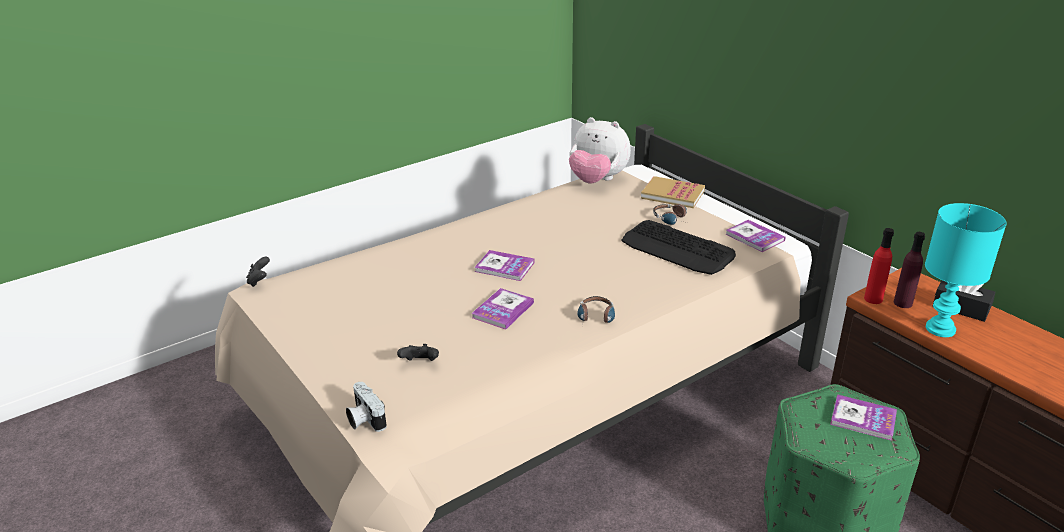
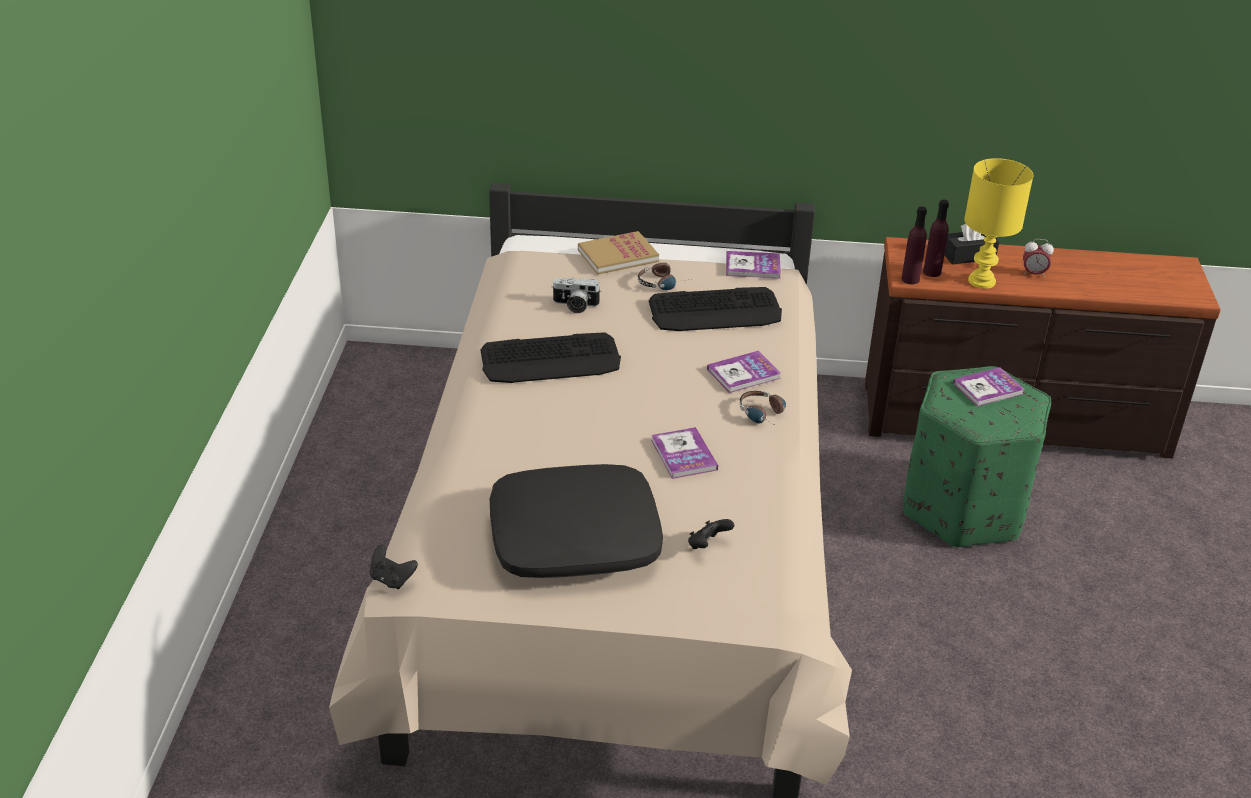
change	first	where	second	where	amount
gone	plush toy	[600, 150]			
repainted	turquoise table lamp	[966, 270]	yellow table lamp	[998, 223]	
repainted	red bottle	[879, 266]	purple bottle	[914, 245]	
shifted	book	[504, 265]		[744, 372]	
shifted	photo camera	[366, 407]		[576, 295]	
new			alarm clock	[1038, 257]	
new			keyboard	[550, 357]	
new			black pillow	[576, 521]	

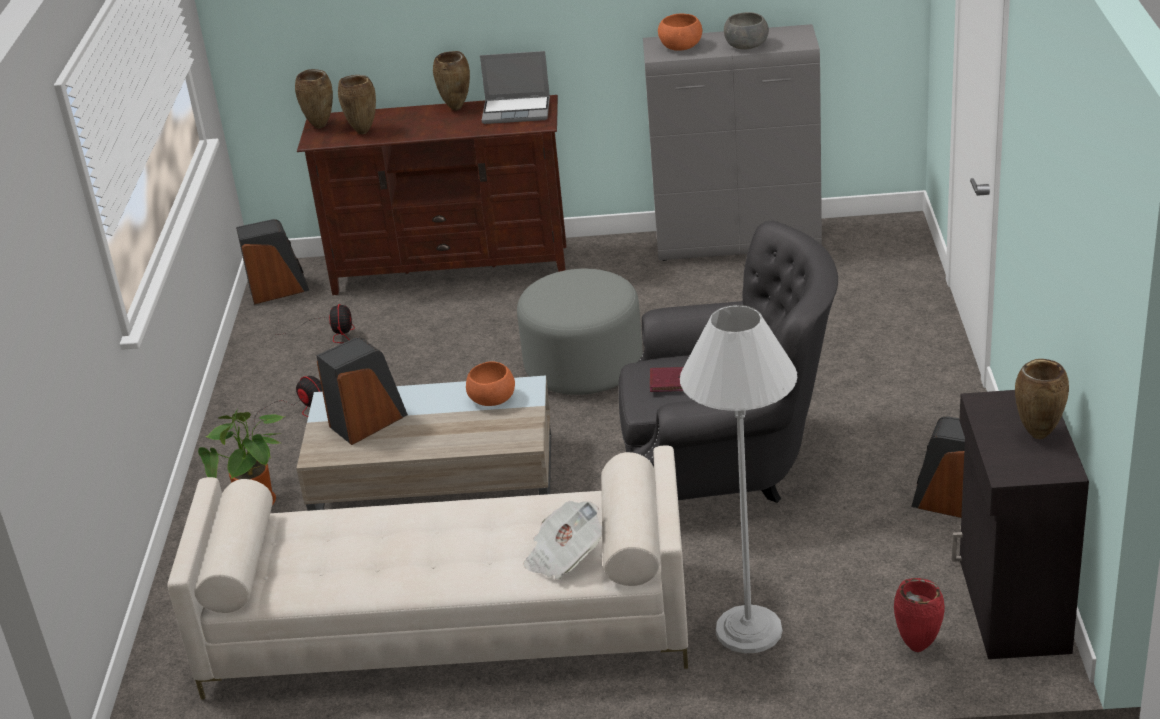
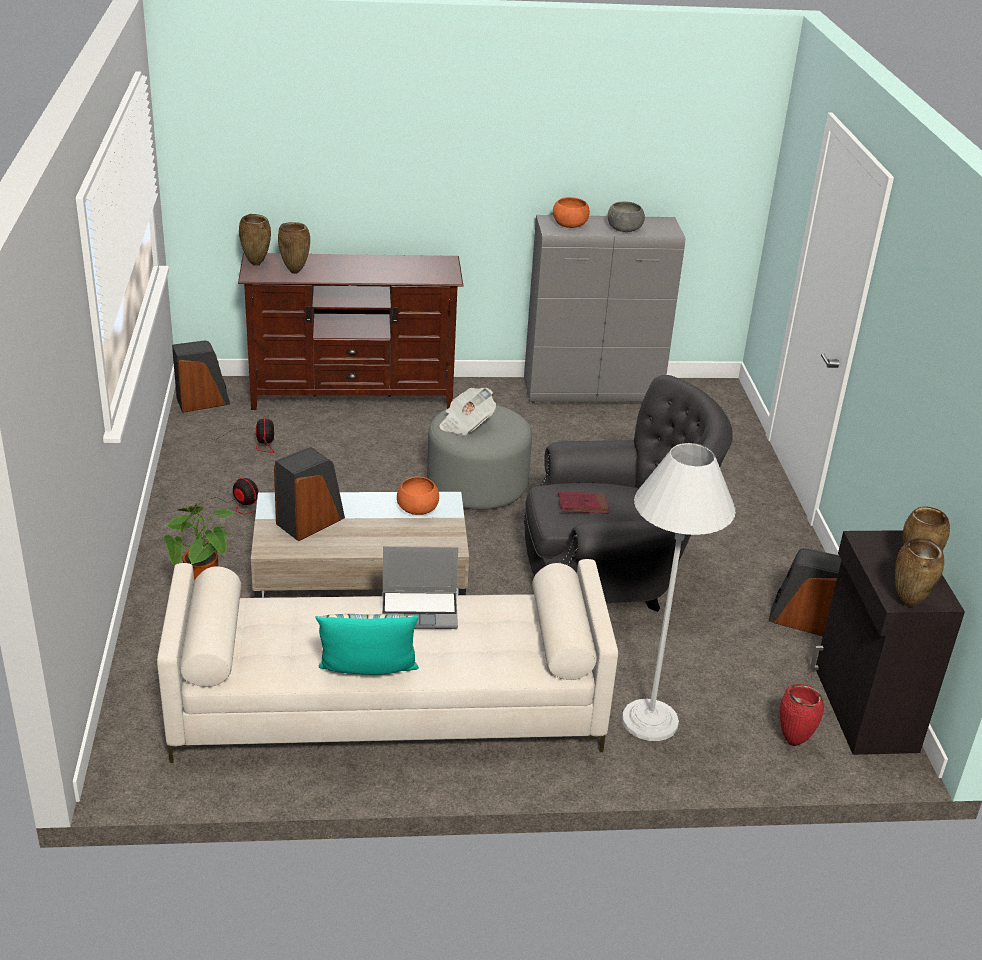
change	first	where	second	where	amount
shifted	brown vase	[451, 80]		[919, 572]	
shifted	laptop	[515, 87]		[420, 587]	
shifted	newspaper	[563, 540]		[467, 411]	
new			pillow	[367, 644]	

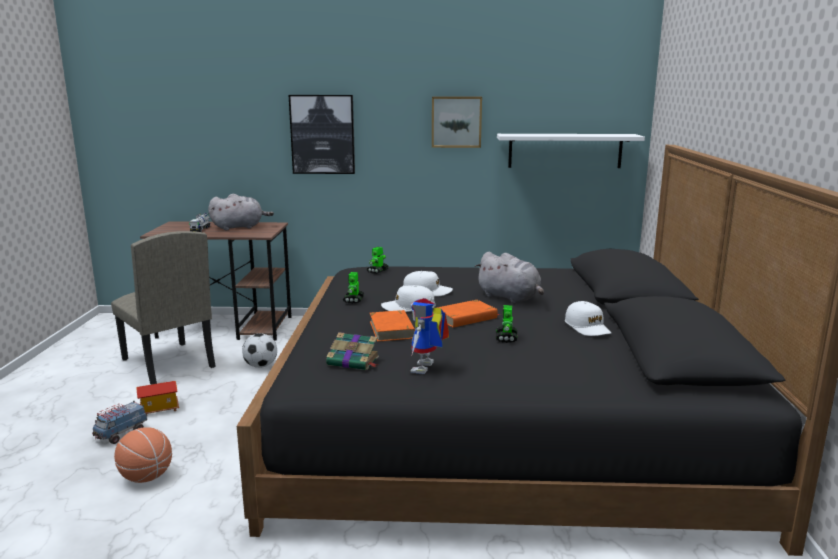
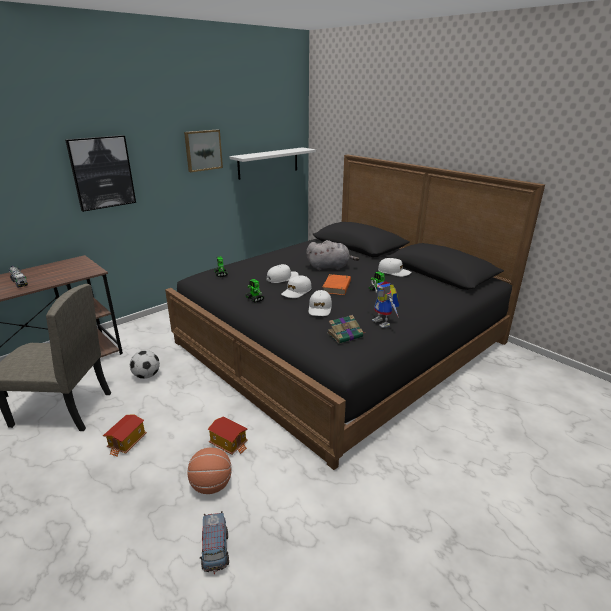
change	first	where	second	where	amount
gone	grey plush toy	[241, 212]			
swapped	orange book	[392, 326]	white cap	[320, 303]	
shifted	toy truck	[119, 422]		[214, 542]	
new			toy house	[228, 435]	

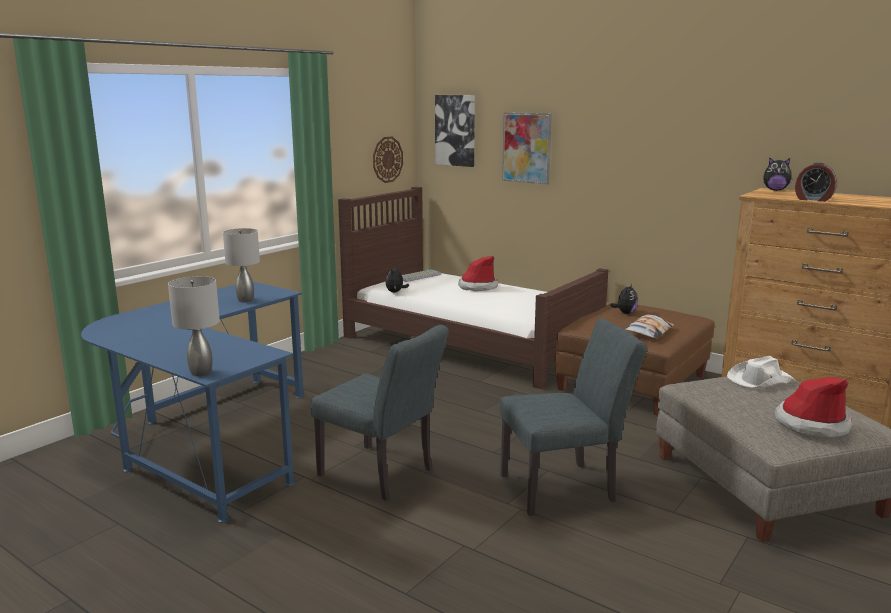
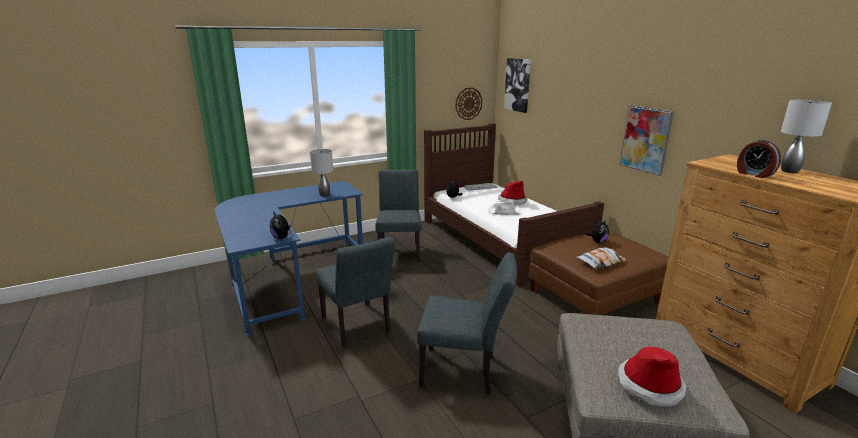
change	first	where	second	where	amount
shifted	picture	[527, 148]		[647, 140]	
shifted	plush toy	[778, 174]		[281, 225]	
shifted	grey table lamp	[194, 326]		[806, 136]	
shifted	white hat	[761, 372]		[505, 207]	
new			grey chair	[398, 216]	

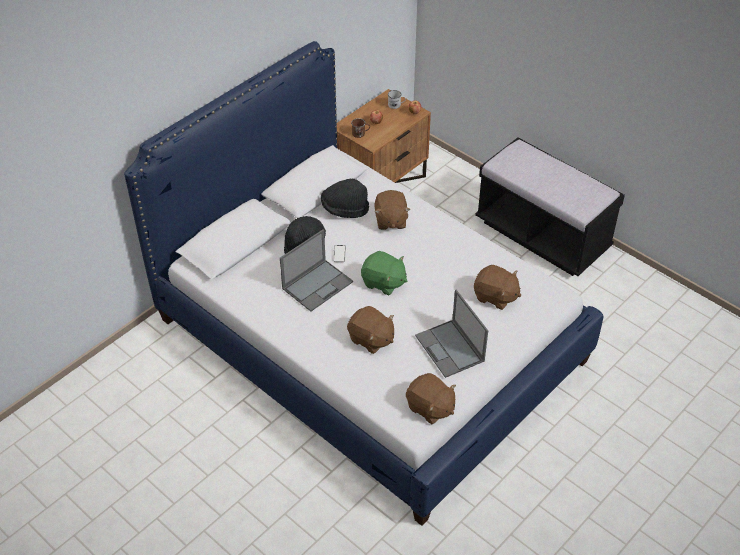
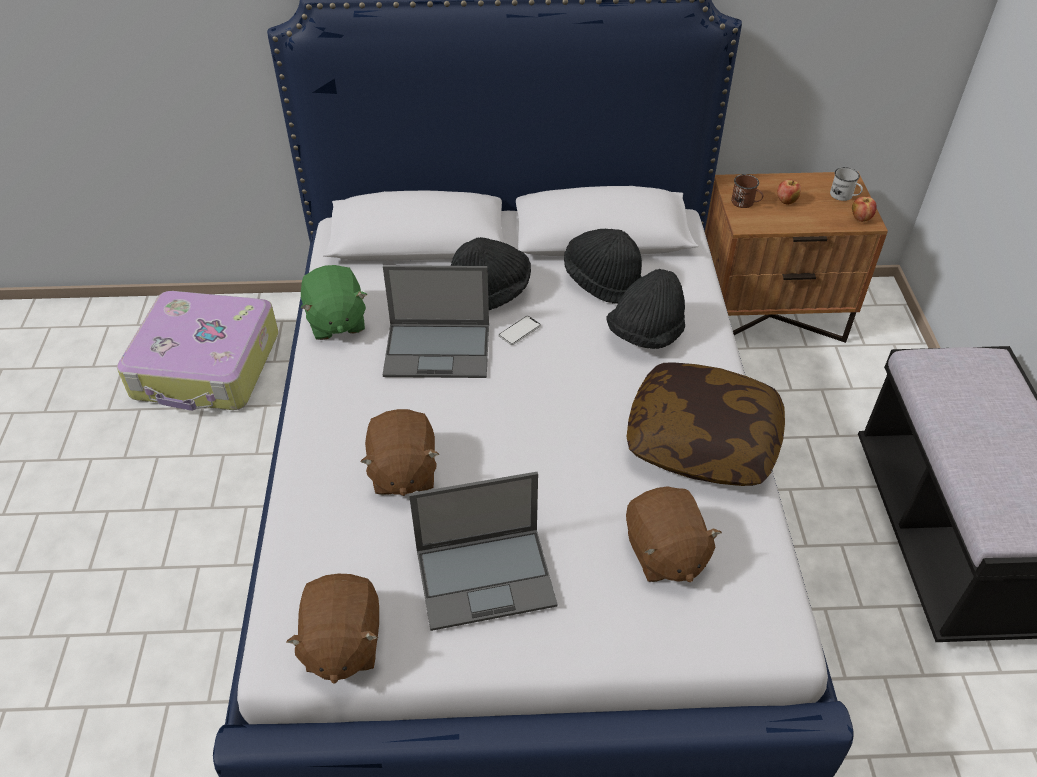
change	first	where	second	where	amount
swapped	brown plush toy	[392, 210]	black hat	[645, 309]	
shifted	green plush toy	[384, 273]		[334, 302]	
rotated	laptop	[451, 334]		[483, 551]	120 degrees counterclockwise
new			suitcase	[198, 351]	
new			pillow	[706, 424]	

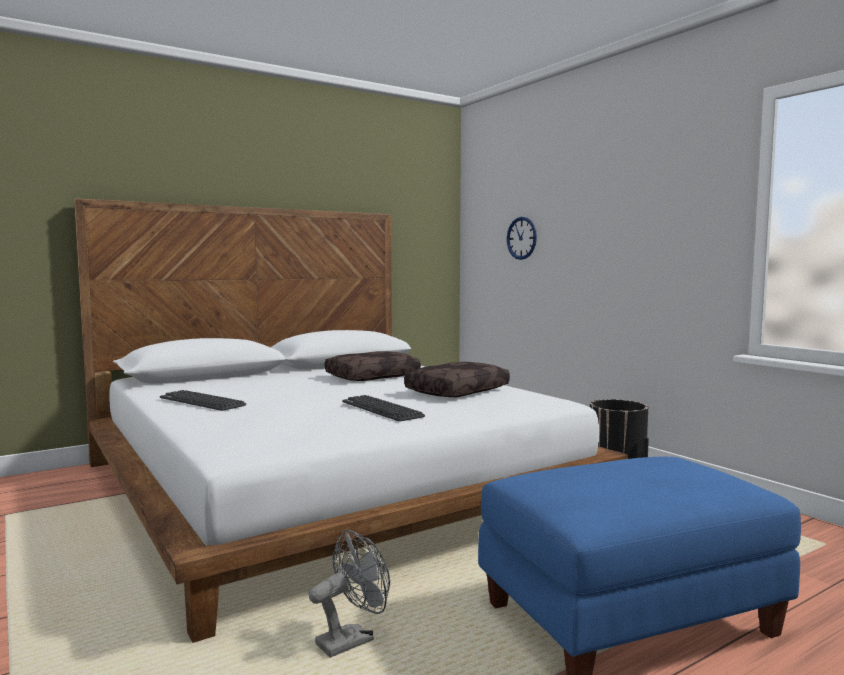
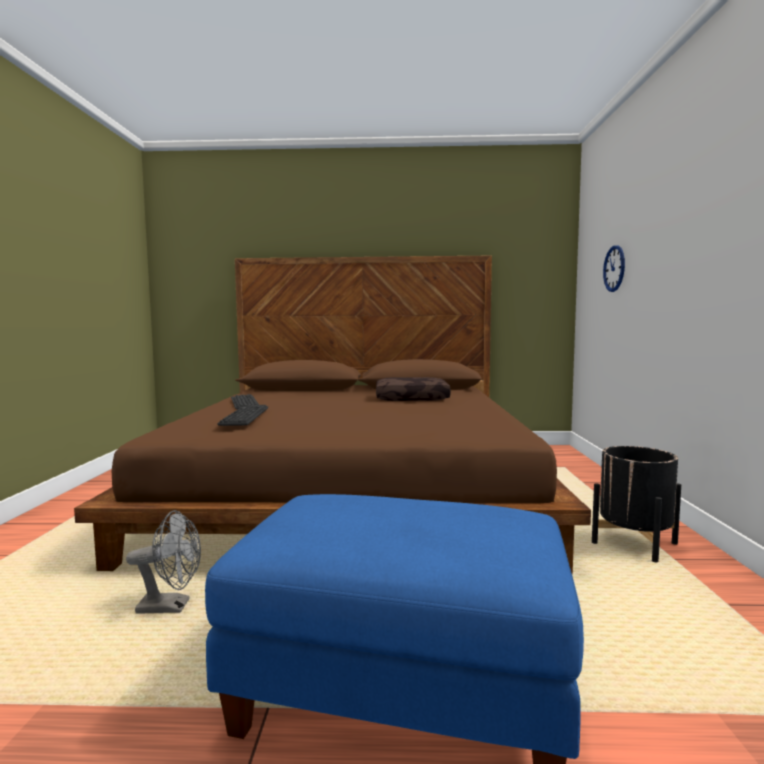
change	first	where	second	where	amount
repainted	white bed	[351, 420]	brown bed	[332, 415]	
gone	brown pillow	[457, 379]			
shifted	keyboard	[383, 408]		[242, 415]	

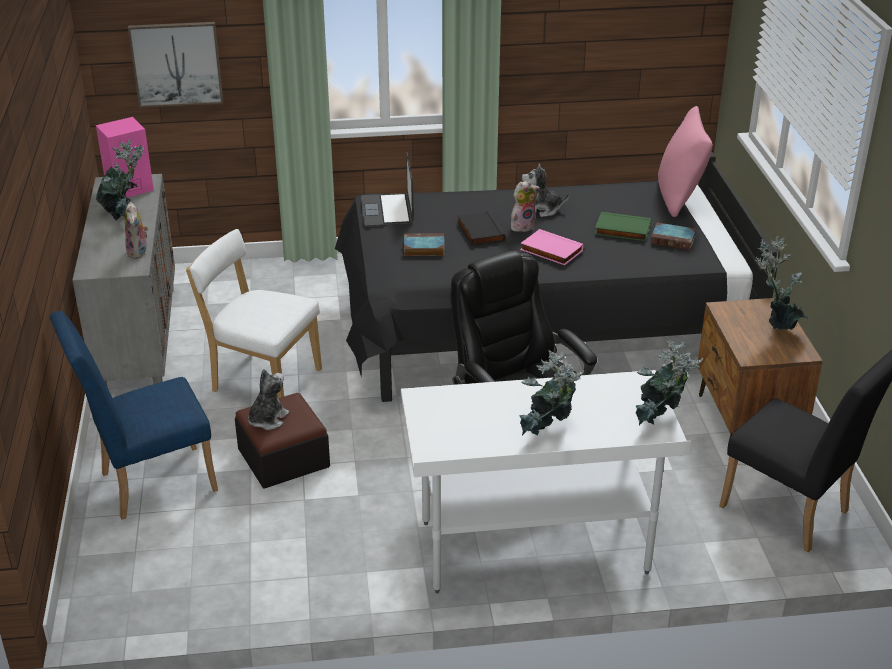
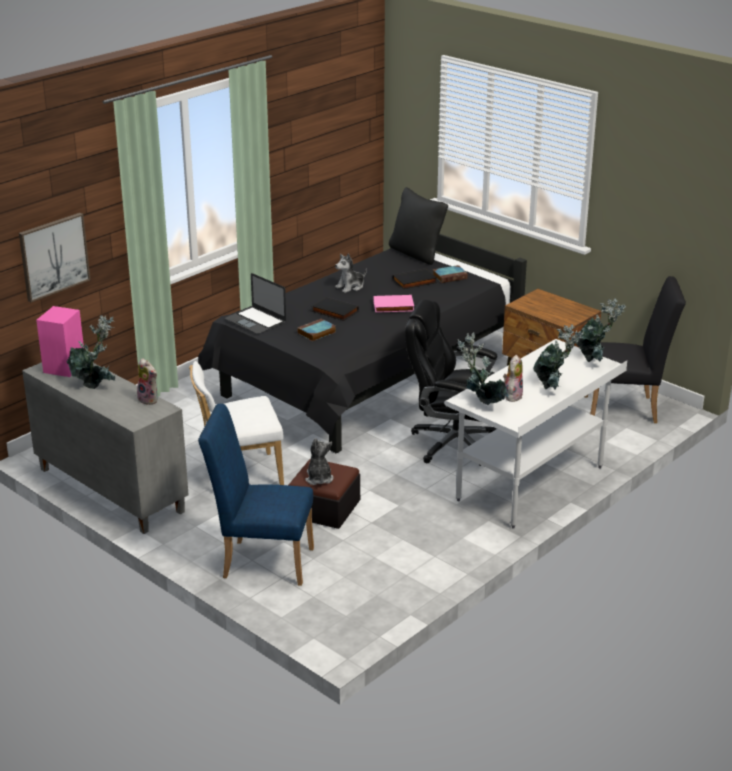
change	first	where	second	where	amount
repainted	pink pillow	[685, 161]	black pillow	[418, 226]	
shifted	plush toy	[525, 206]		[513, 378]	
repainted	green book	[623, 226]	black book	[415, 278]	
shifted	potted plant	[781, 283]		[482, 368]	
rotated	blue chair	[134, 415]		[256, 495]	75 degrees clockwise

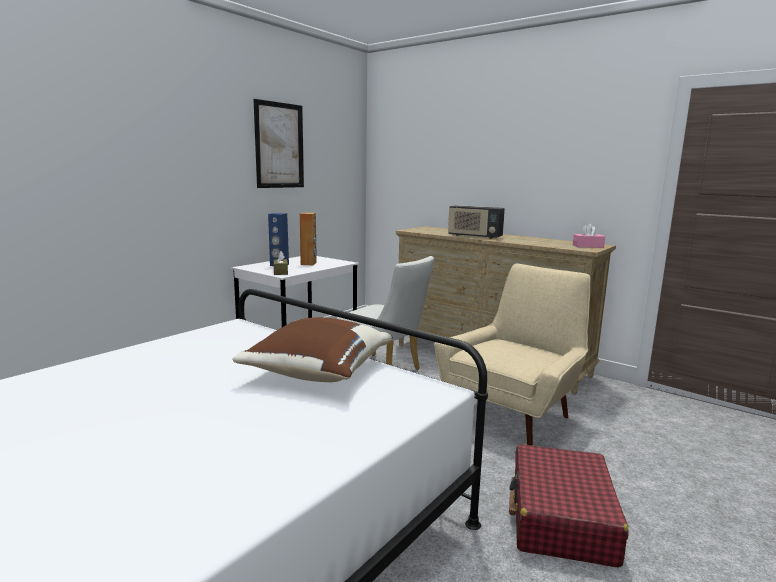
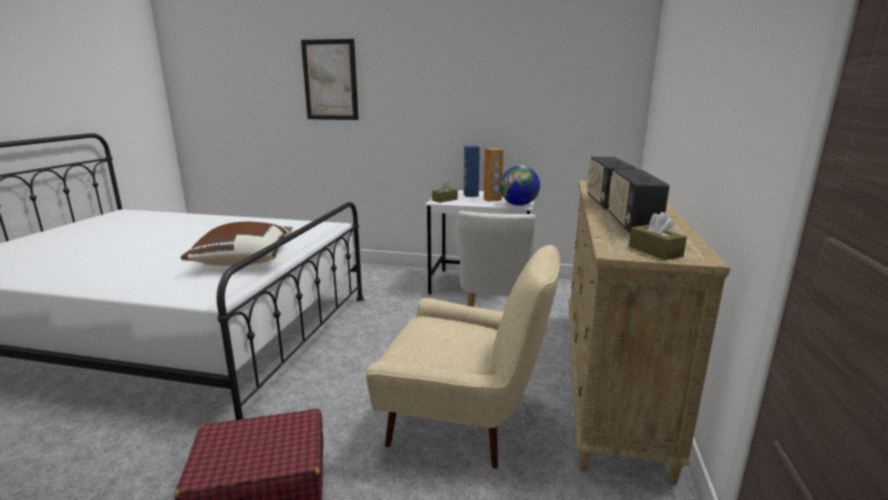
change	first	where	second	where	amount
shifted	picture	[278, 143]		[330, 79]	
repainted	pink tissue box	[589, 236]	brown tissue box	[658, 236]	
new			globe	[520, 186]	
new			radio	[638, 201]	

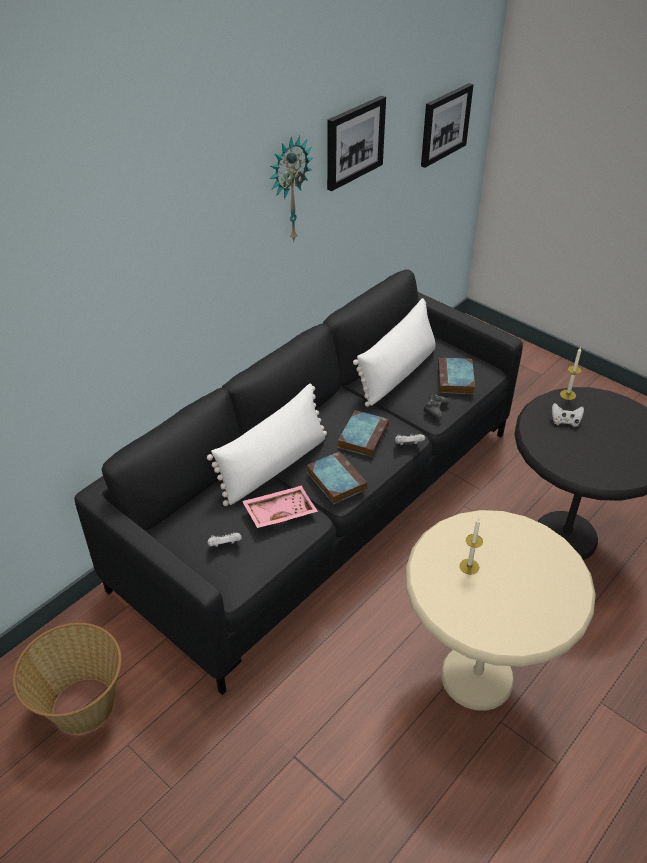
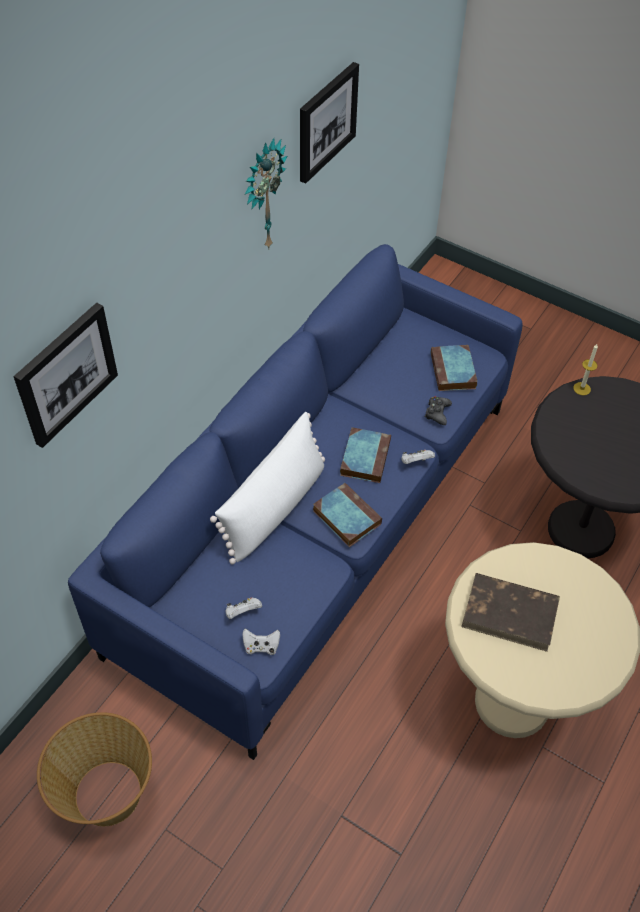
change	first	where	second	where	amount
shifted	picture	[447, 125]		[66, 375]	
repainted	black sofa	[299, 482]	blue sofa	[295, 502]	
gone	white pillow	[394, 352]			
shifted	white game controller	[568, 415]		[261, 642]	
gone	pink tray	[280, 507]			
swapped	candle	[471, 546]	brown book	[510, 612]	

